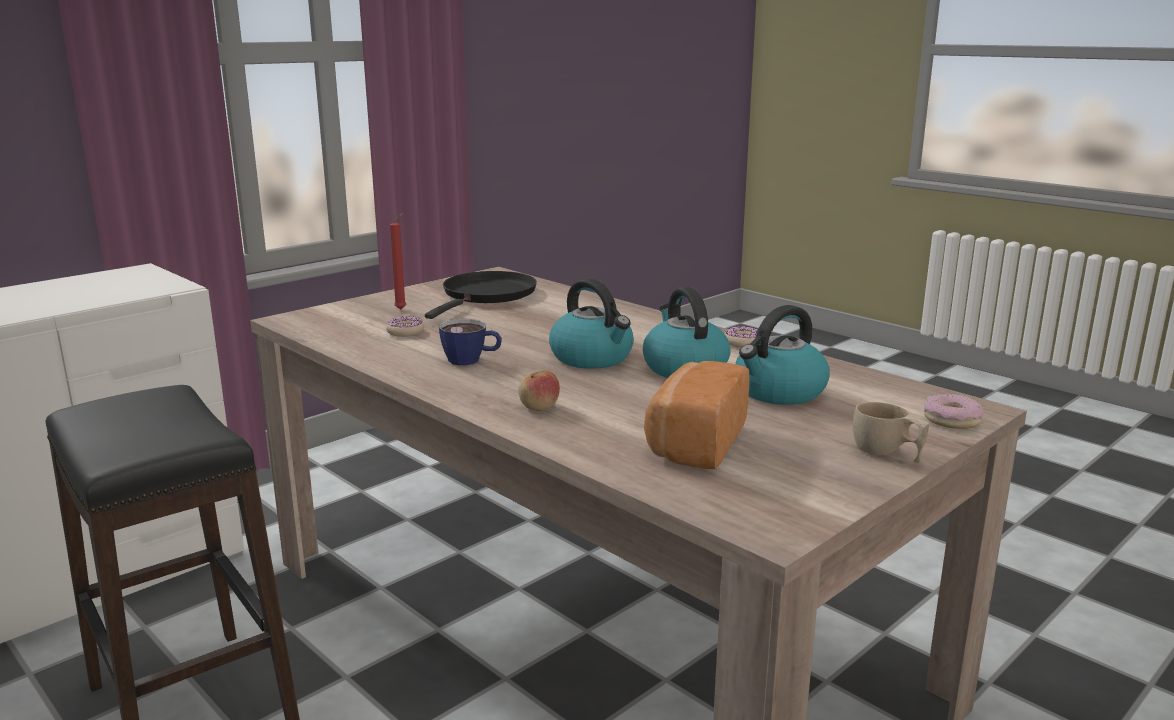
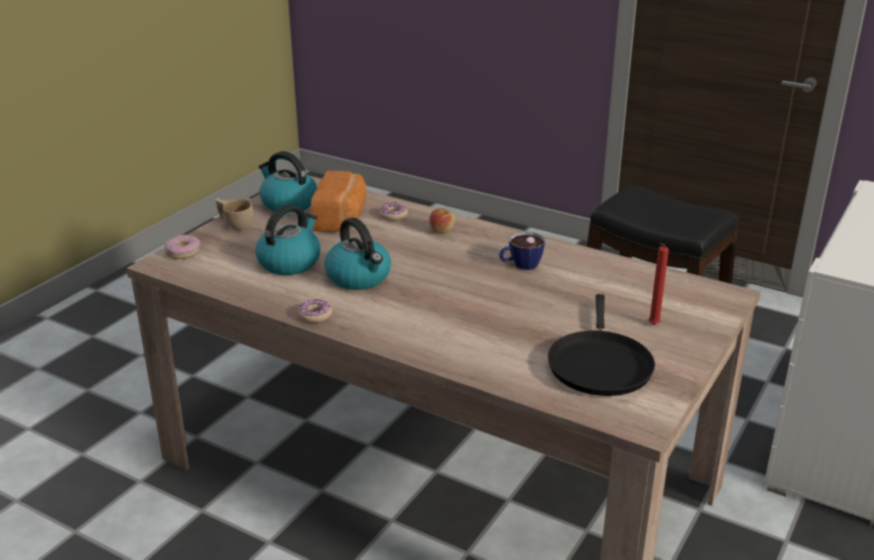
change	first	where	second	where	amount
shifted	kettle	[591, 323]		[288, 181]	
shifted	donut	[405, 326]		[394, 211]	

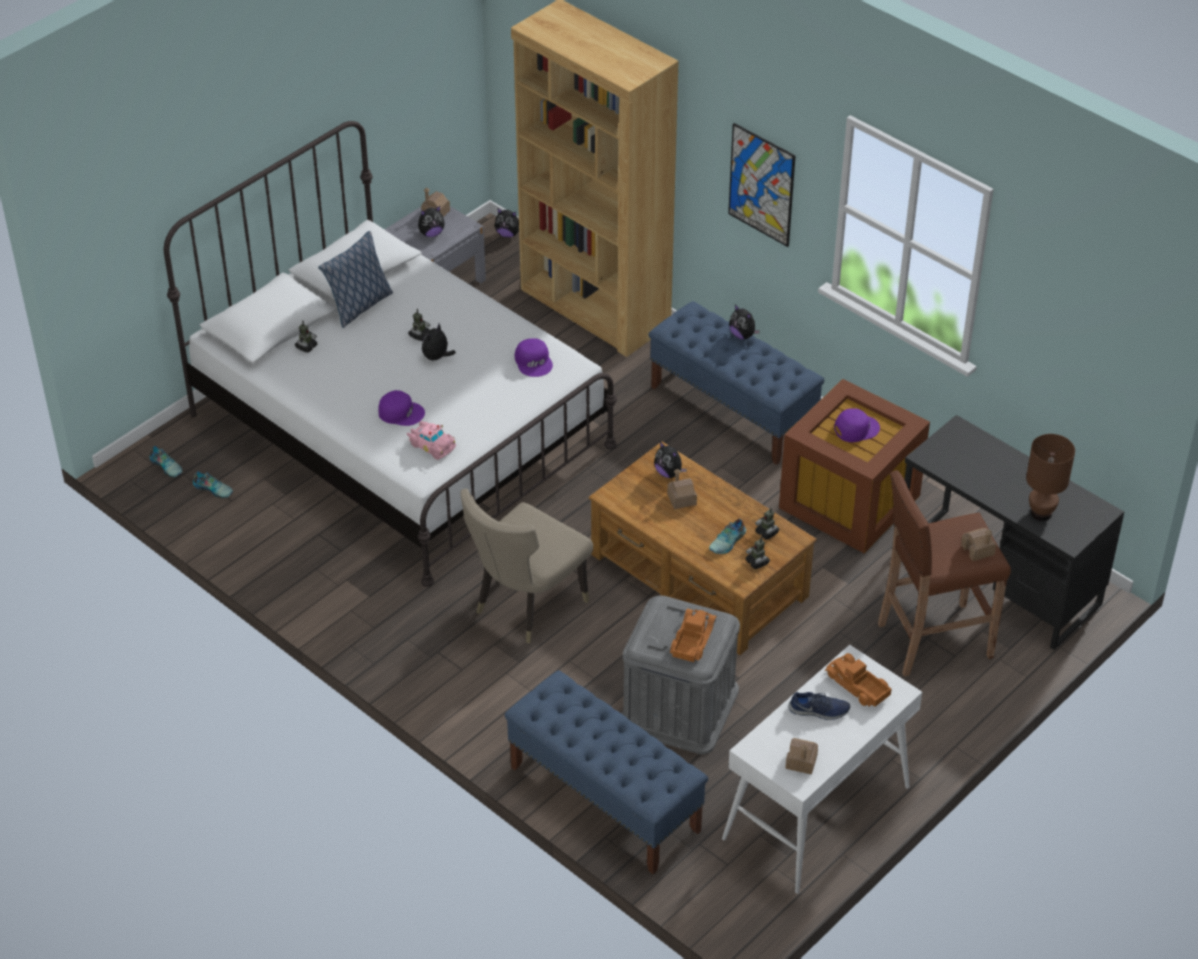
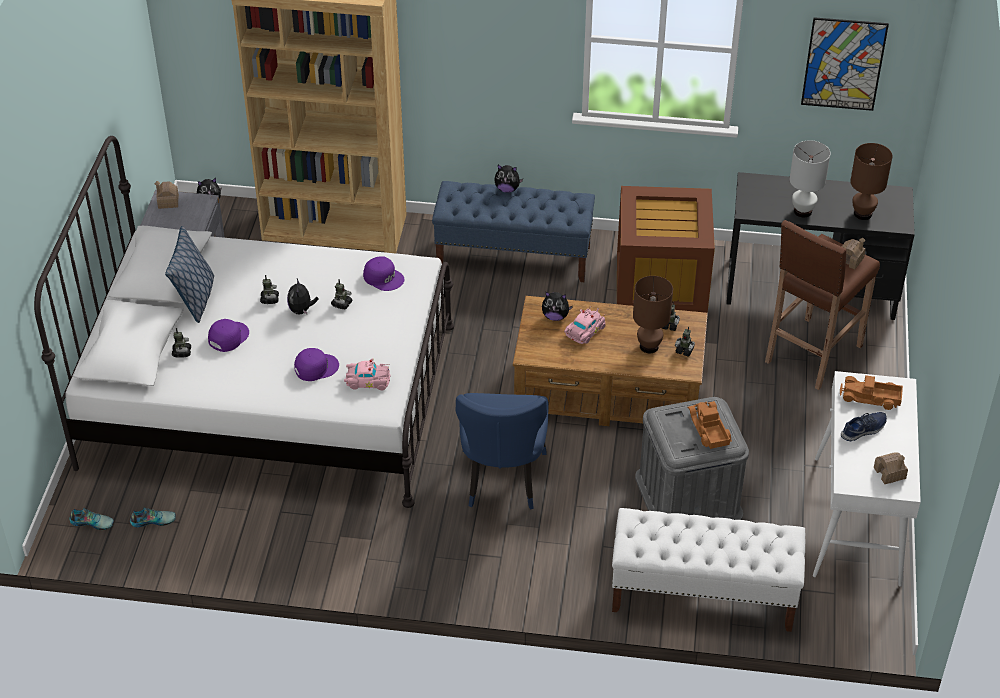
change	first	where	second	where	amount
shifted	picture	[762, 185]		[845, 64]	
gone	plush toy	[431, 221]			
shifted	purple cap	[857, 425]		[228, 335]	
swapped	toy house	[682, 489]	pink toy car	[585, 325]	
repainted	beige chair	[526, 566]	blue chair	[502, 451]	
swapped	shoe	[727, 536]	brown table lamp	[653, 314]	
repainted	blue bench	[606, 772]	white bench	[708, 570]	
new			white table lamp	[810, 178]	
new			toy robot	[342, 294]	

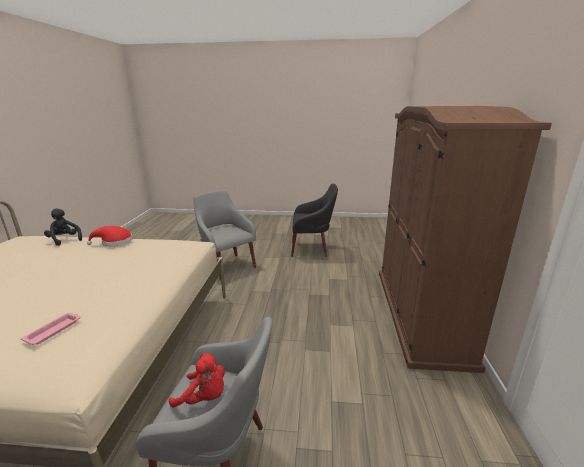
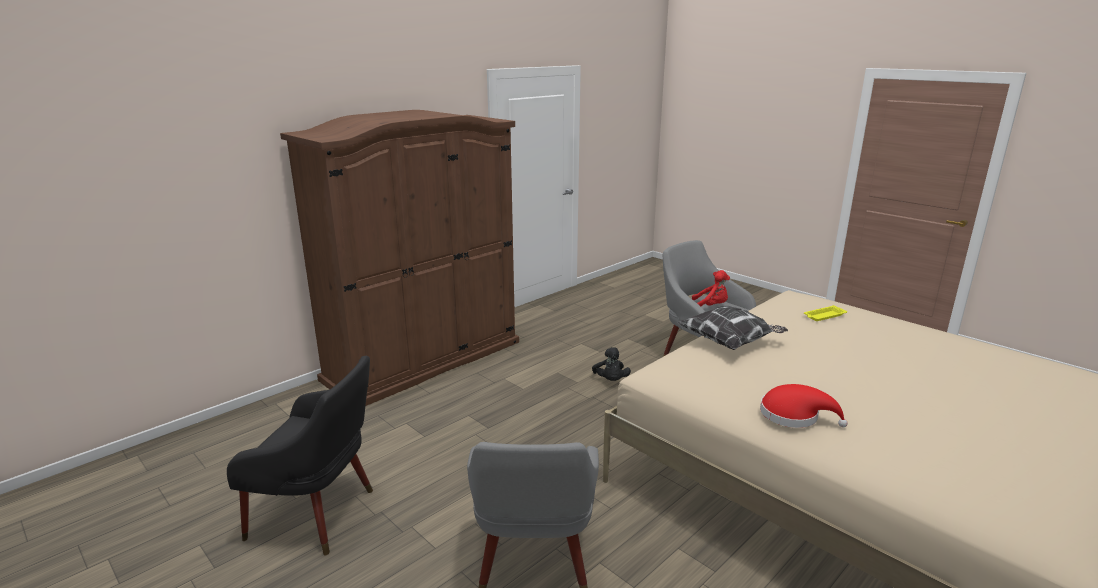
change	first	where	second	where	amount
rotated	black armchair	[314, 220]		[300, 456]	150 degrees clockwise
shifted	black plush toy	[63, 227]		[611, 364]	
repainted	pink tray	[51, 329]	yellow tray	[825, 313]	
rotated	red plush toy	[197, 380]		[711, 288]	135 degrees clockwise
new			pillow	[732, 328]	

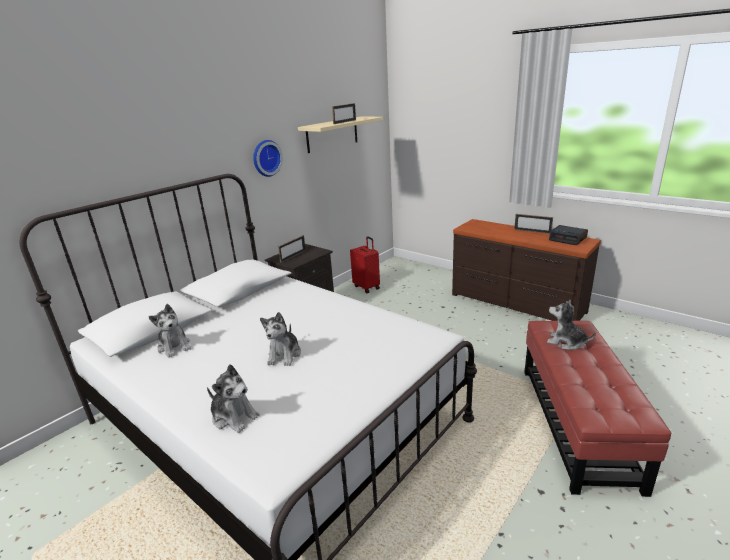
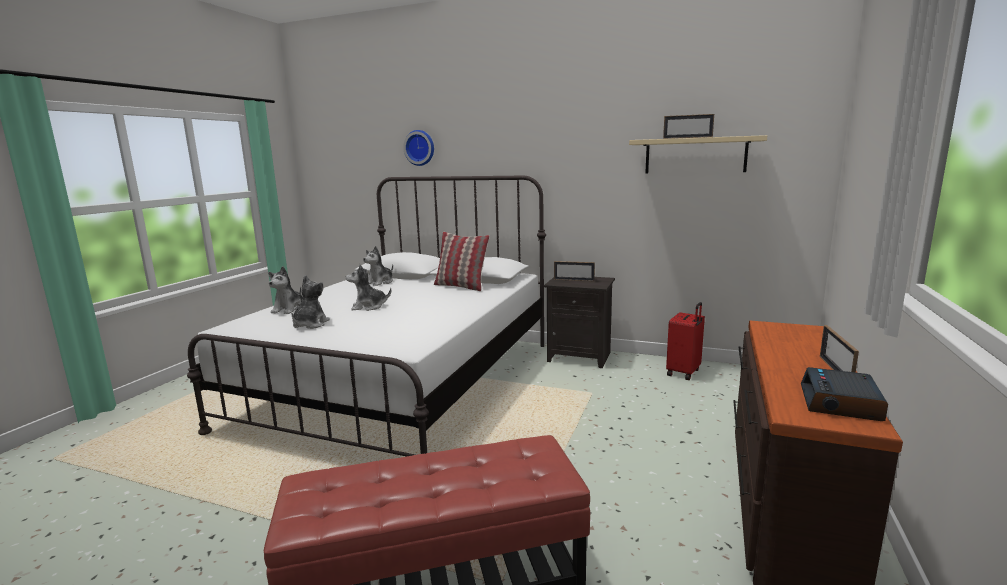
change	first	where	second	where	amount
shifted	wall clock	[268, 158]		[418, 148]	
shifted	plush toy	[571, 325]		[311, 302]	
new			pillow	[461, 261]	

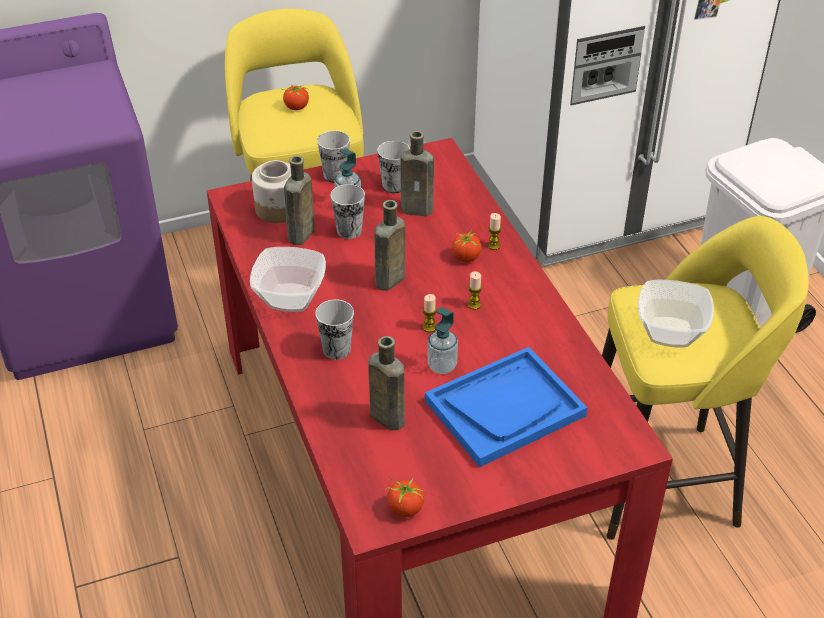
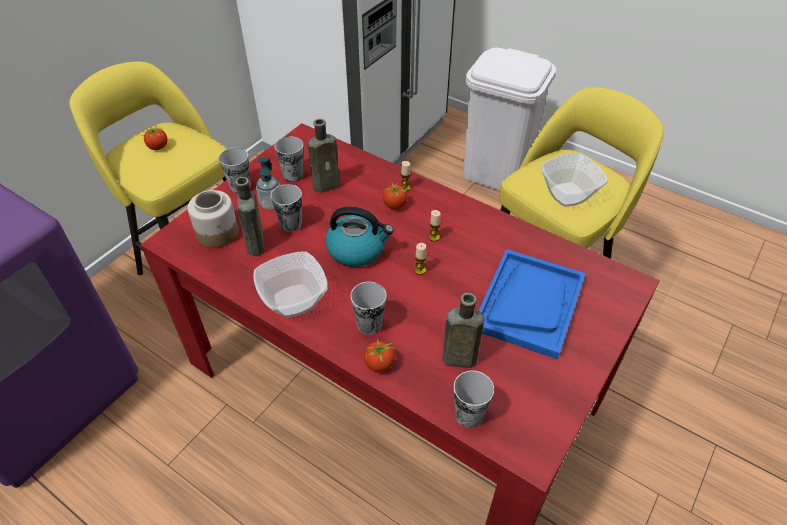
change	first	where	second	where	amount
swapped	brown bottle	[390, 245]	kettle	[359, 236]	
gone	soap dispenser	[442, 340]			
shifted	tomato	[404, 497]		[379, 355]	
new			cup	[474, 399]	

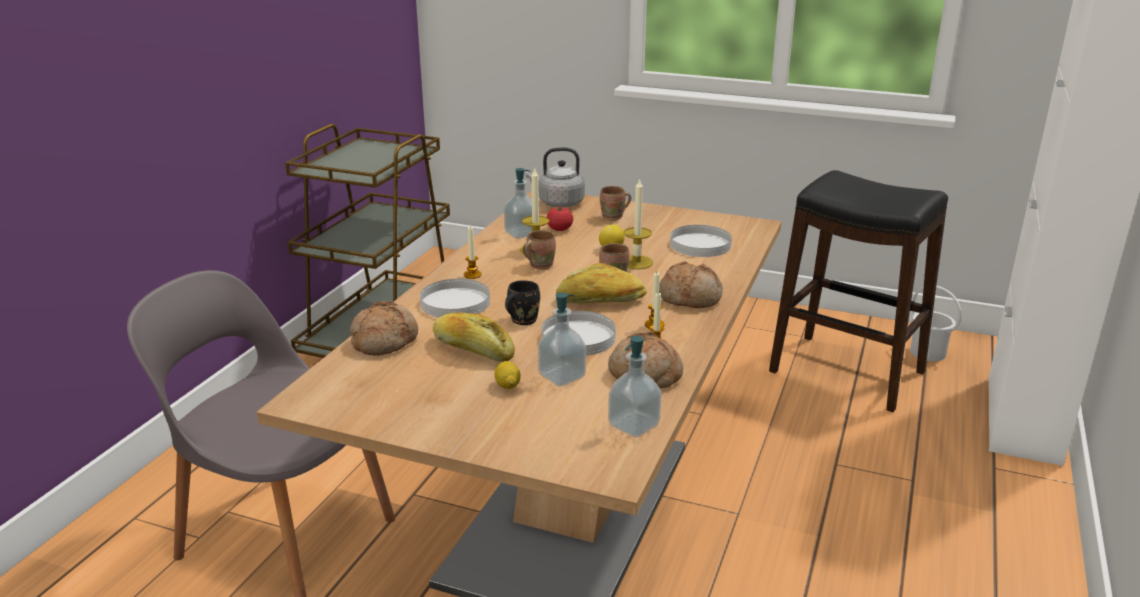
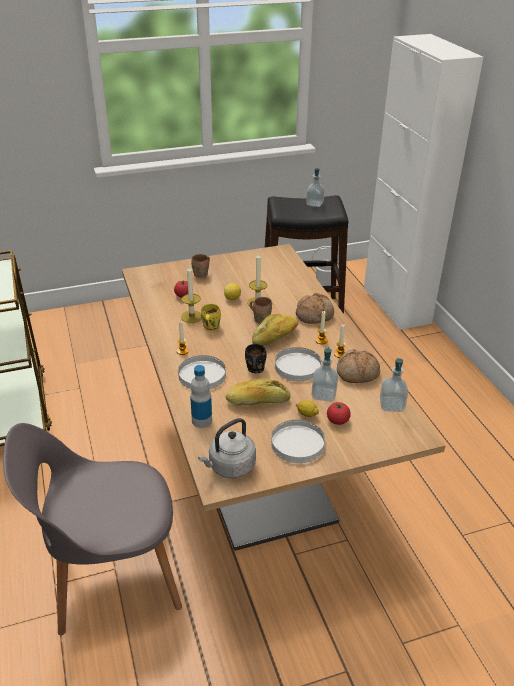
change	first	where	second	where	amount
shifted	grey kettle	[555, 177]		[227, 448]	
shifted	soap dispenser	[518, 203]		[315, 187]	
shifted	white plate	[701, 241]		[298, 441]	
repainted	brown mug	[539, 250]	yellow mug	[211, 317]	
swapped	bread	[384, 328]	bottle	[201, 396]	
new			tomato	[339, 413]	

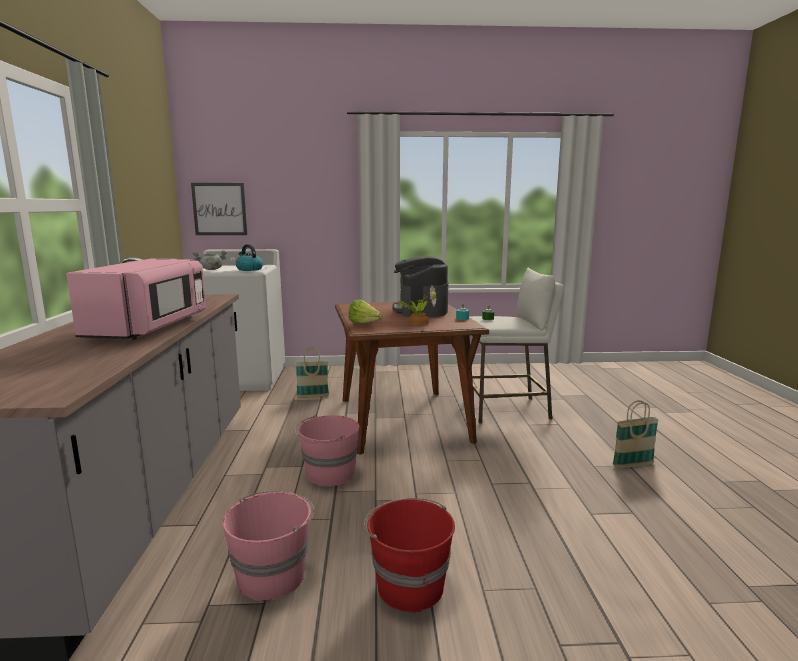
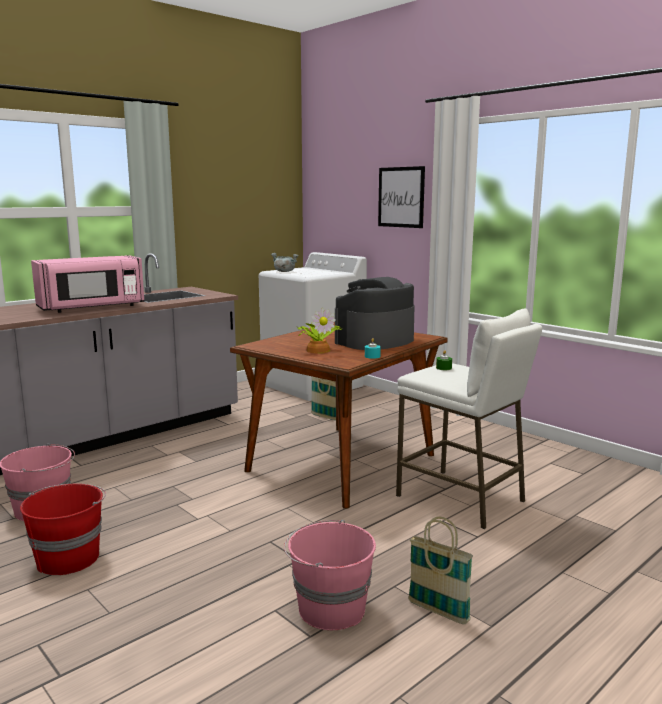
change	first	where	second	where	amount
shifted	picture	[219, 209]		[401, 197]	
gone	kettle	[249, 257]			
gone	lettuce	[365, 312]			
shifted	pink bucket	[327, 450]		[330, 575]	

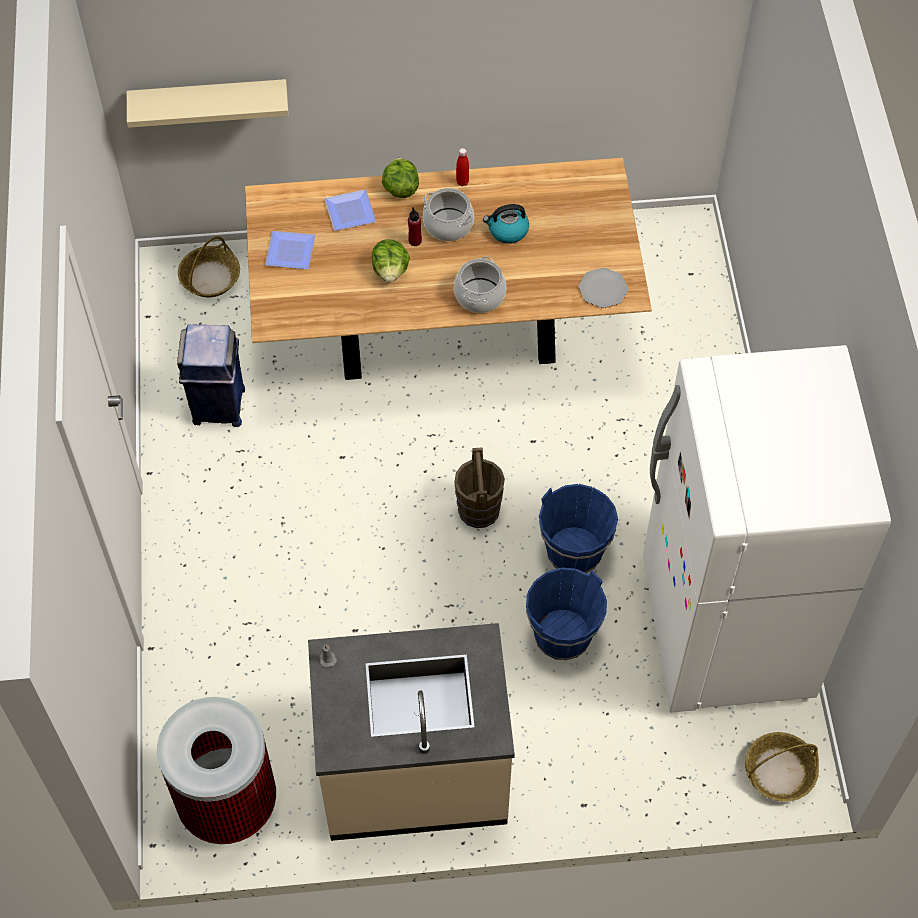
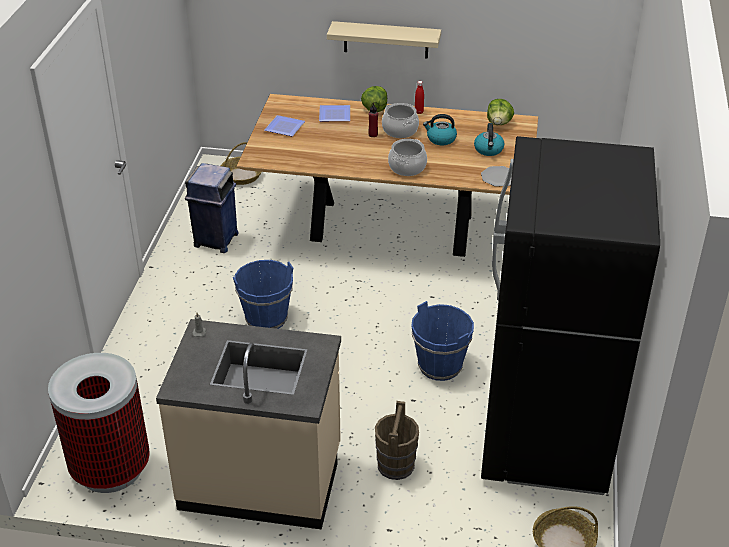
change	first	where	second	where	amount
shifted	beige shelf	[208, 103]		[384, 40]	
shifted	lettuce	[391, 261]		[500, 112]	
repainted	white fridge	[767, 529]	black fridge	[570, 315]	
shifted	brown bucket	[479, 487]		[397, 440]	
shifted	blue bucket	[566, 613]		[263, 294]	
new			kettle	[489, 139]	

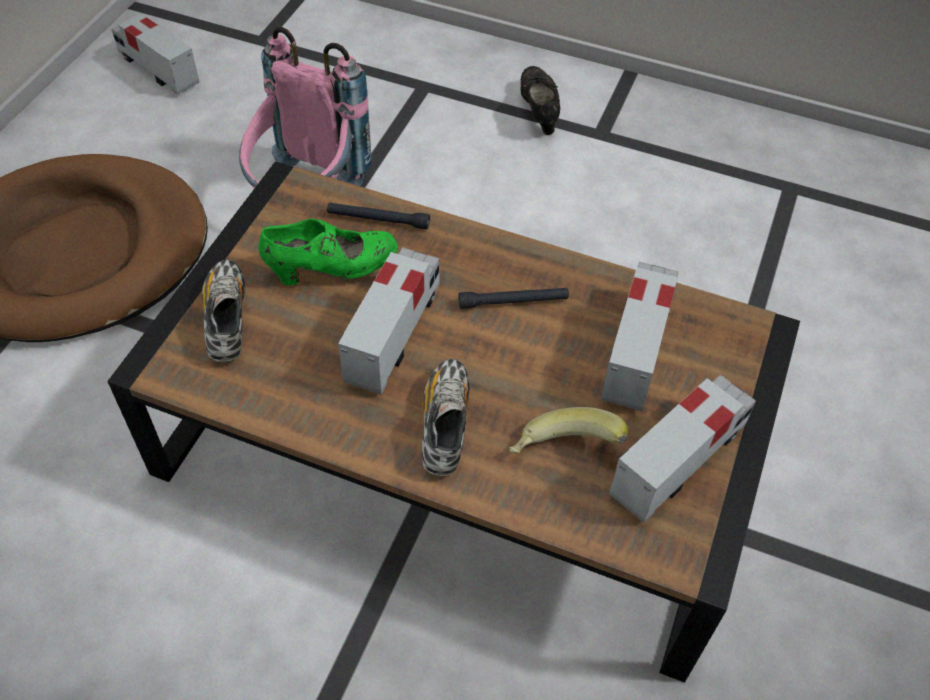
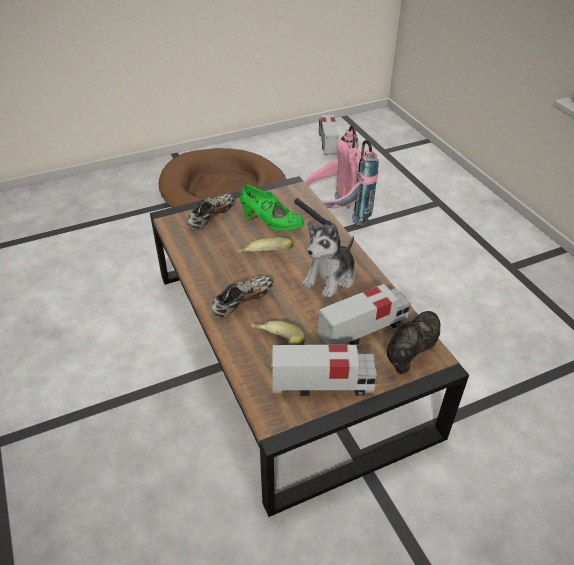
change	first	where	second	where	amount
shifted	black shoe	[540, 100]		[413, 342]	
swapped	toy truck	[389, 321]	banana	[265, 245]	
swapped	black flashlight	[514, 298]	plush toy	[328, 260]	

